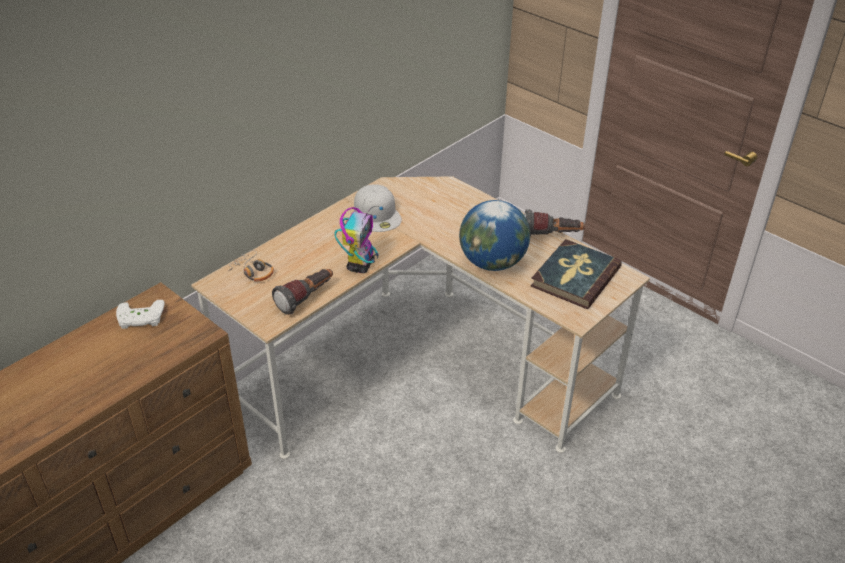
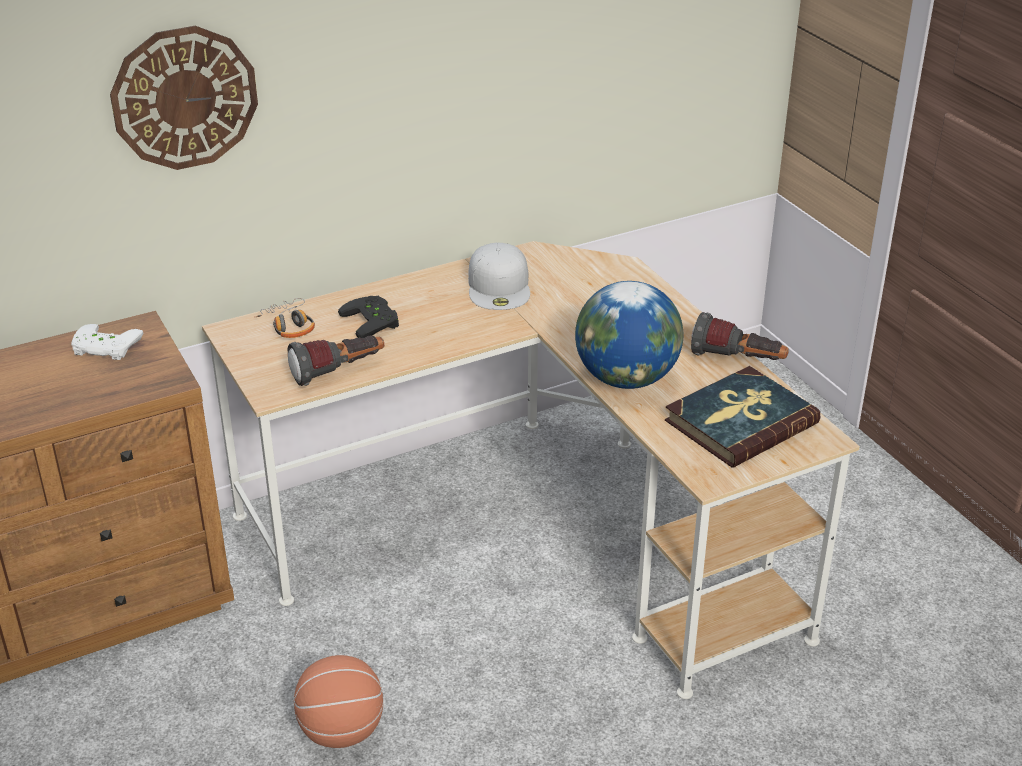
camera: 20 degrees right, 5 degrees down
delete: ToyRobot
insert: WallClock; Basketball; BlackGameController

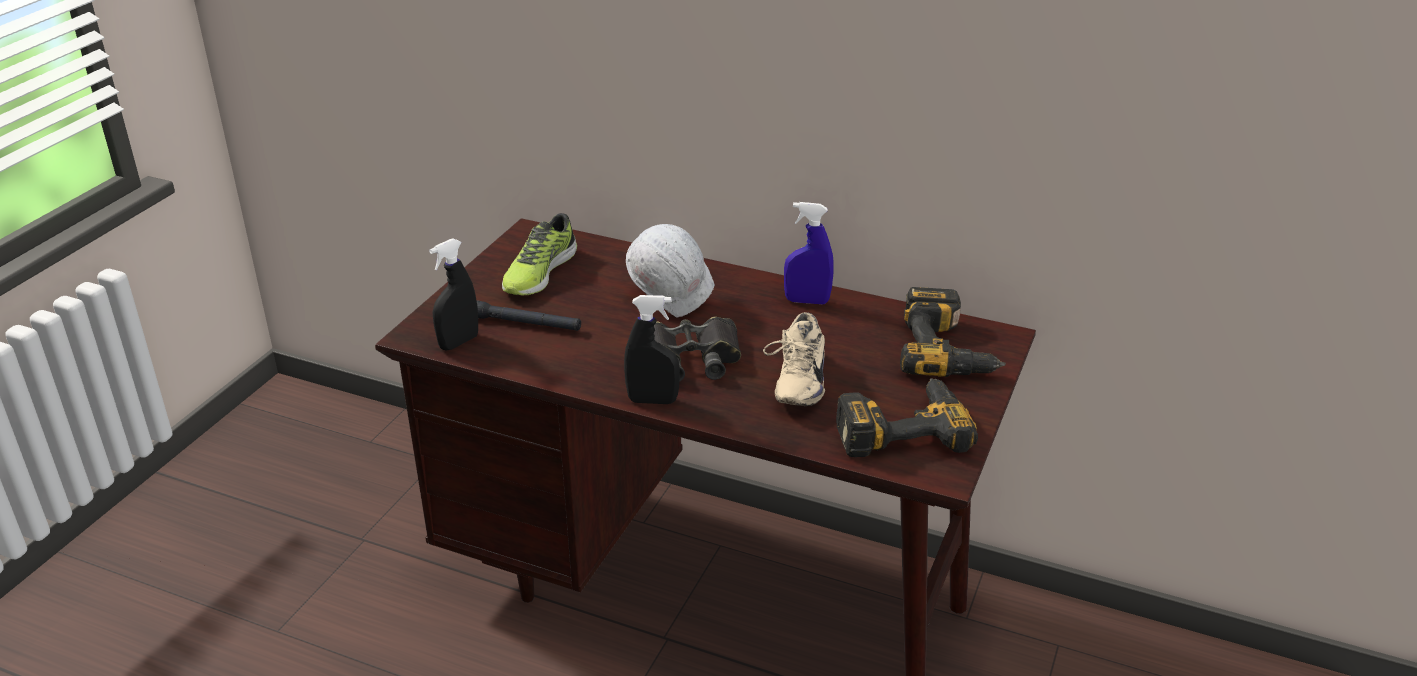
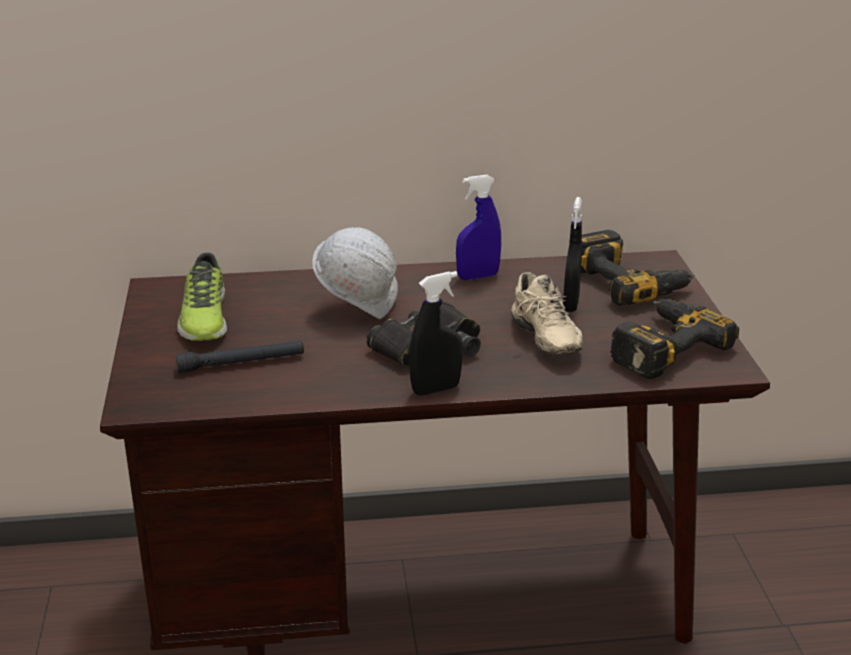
camera: 30 degrees left, 5 degrees down
move: BlackSprayBottle (1st from left in the first image) to BlackSprayBottle (2nd from left)

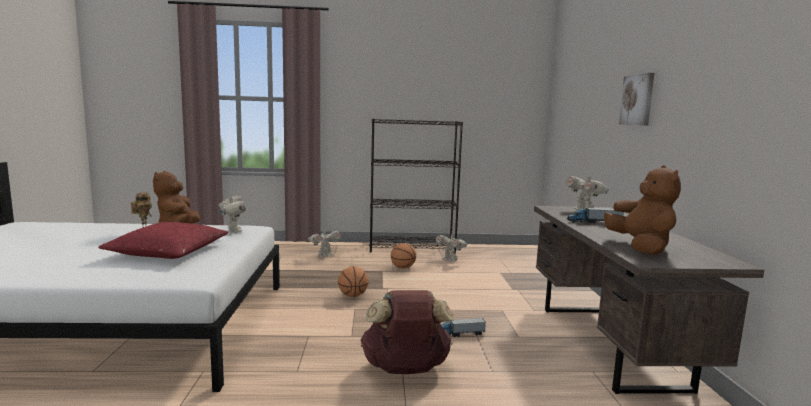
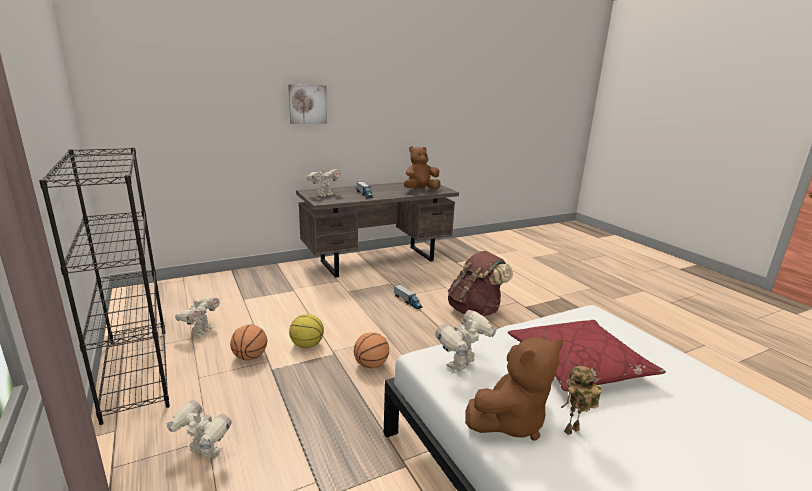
camera: 115 degrees left, 10 degrees up
insert: Basketball (2nd from left)

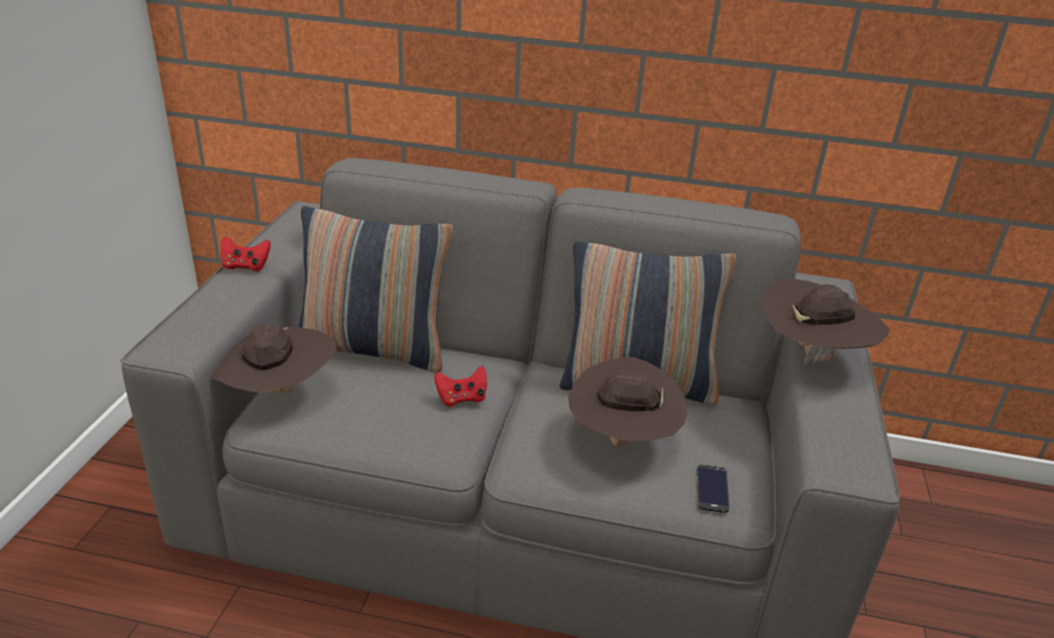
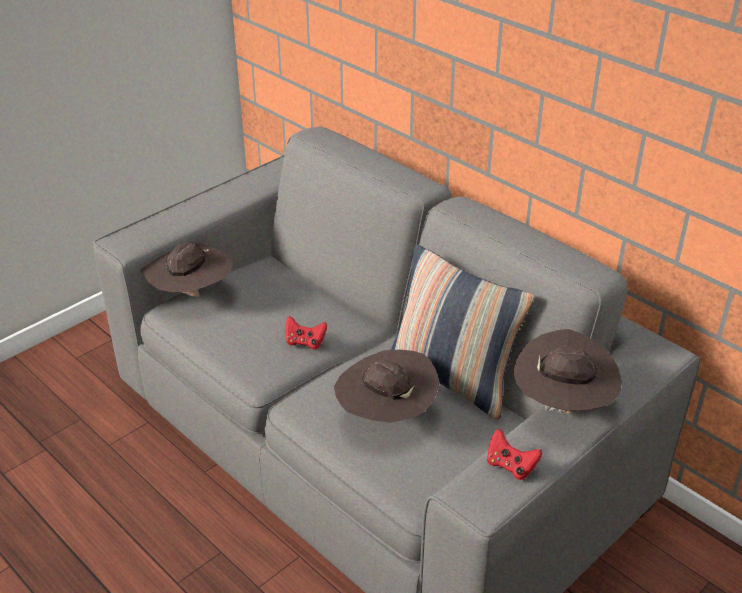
camera: 35 degrees right, 5 degrees up
delete: Pillow (1st from left); Phone
move: RedGameController (1st from left in the first image) to RedGameController (2nd from left)

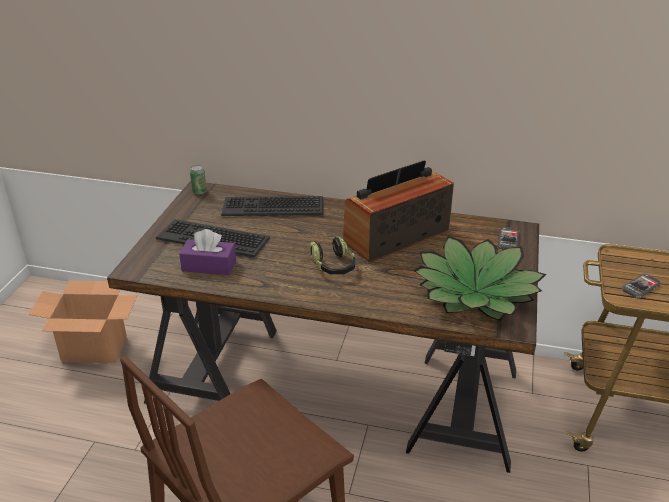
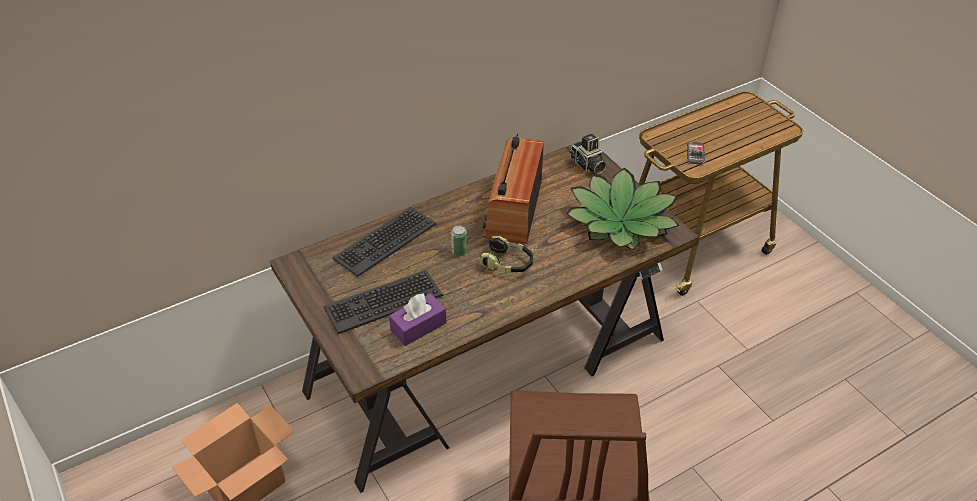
camera: 45 degrees left, 10 degrees up
move: Can
replace: Phone (1st from left) to PhotoCamera

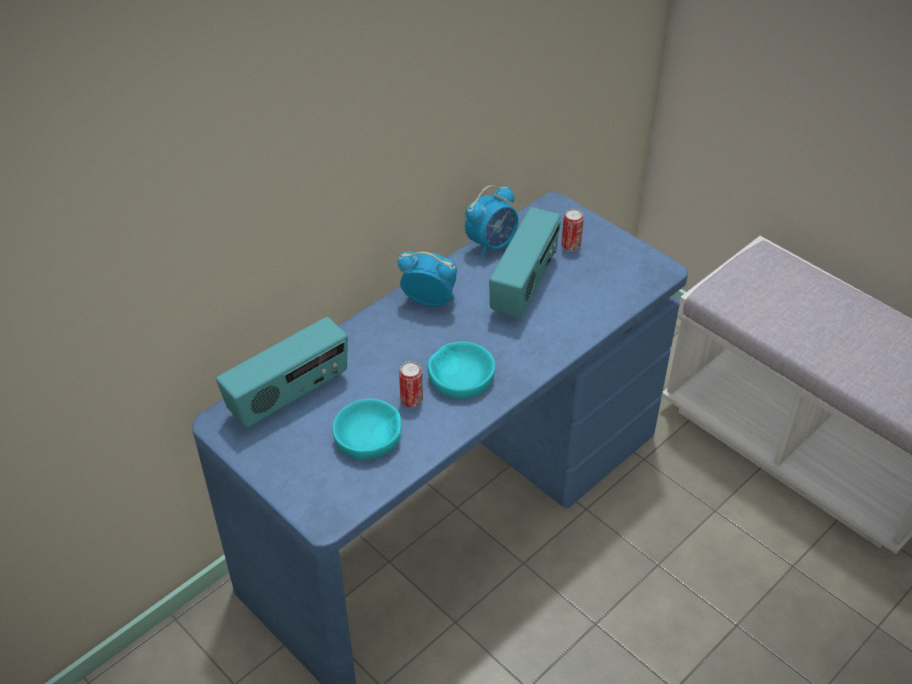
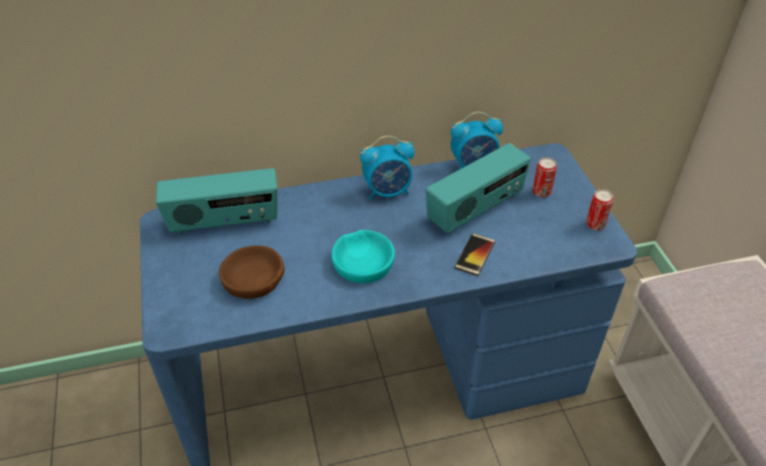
camera: 30 degrees right, 0 degrees up
insert: Phone
move: Can (1st from left in the first image) to Can (2nd from left)
recolor: TurquoiseBowl (1st from left) to BrownBowl
rotate: AlarmClock (1st from left) 120 degrees clockwise

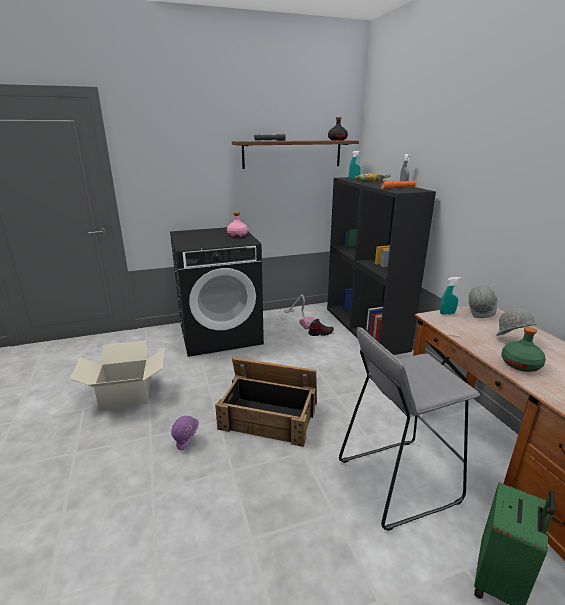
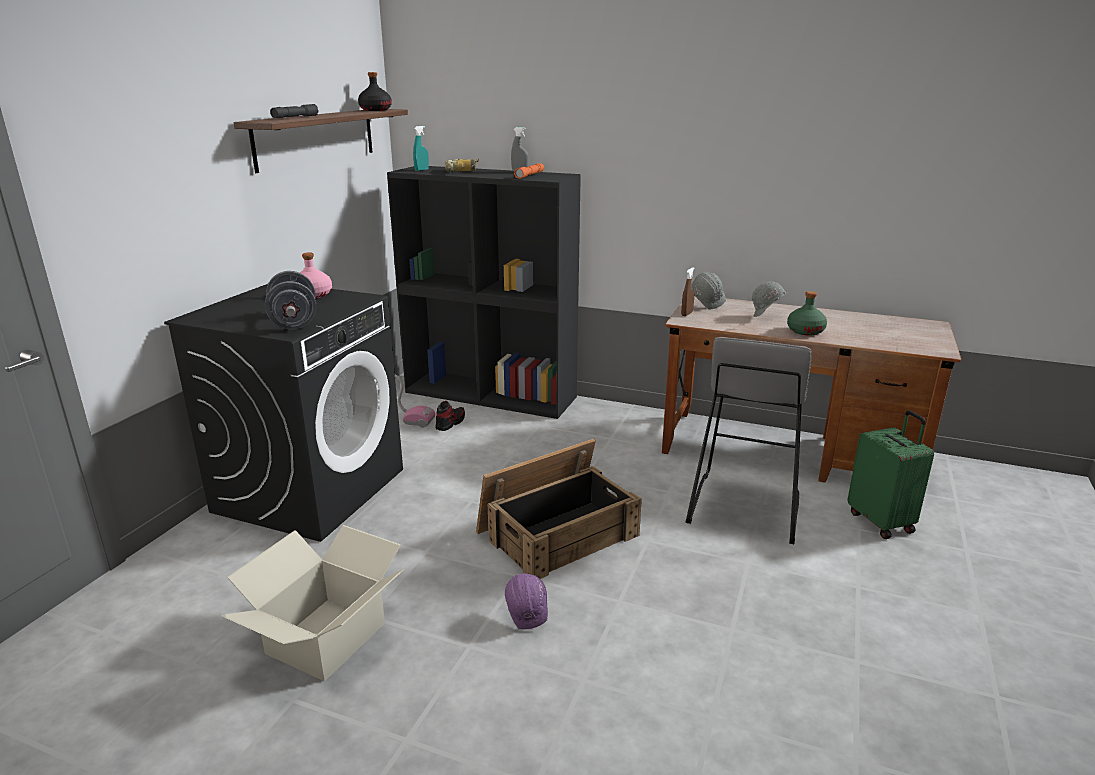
camera: 50 degrees left, 0 degrees up
insert: GreyDumbbell
recolor: TurquoiseSprayBottle (2nd from left) to BrownSprayBottle

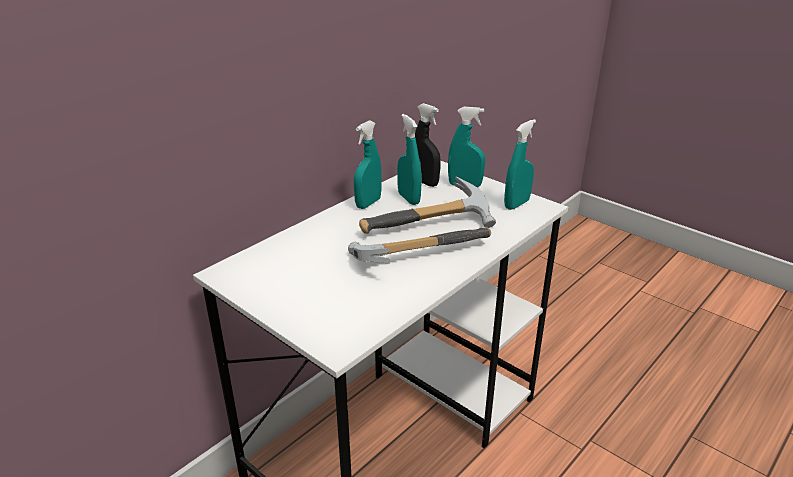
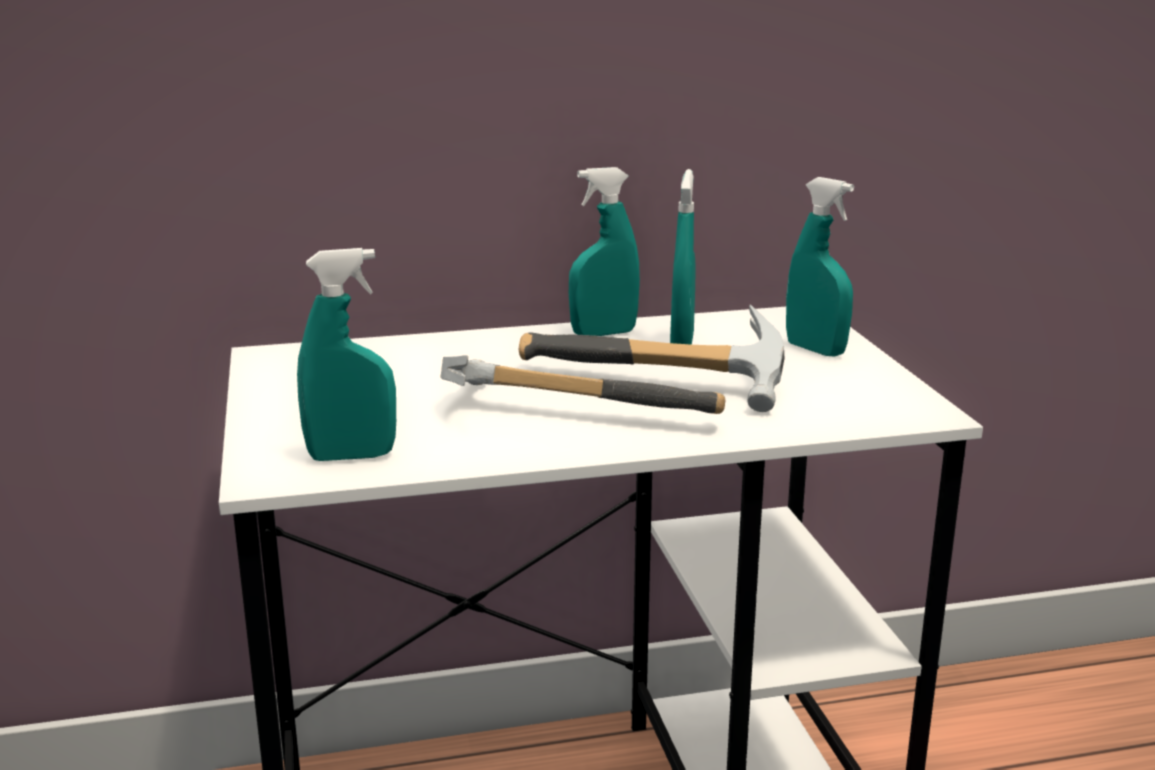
camera: 35 degrees right, 10 degrees down
delete: BlackSprayBottle
move: TurquoiseSprayBottle (4th from left in the first image) to TurquoiseSprayBottle (1st from left)

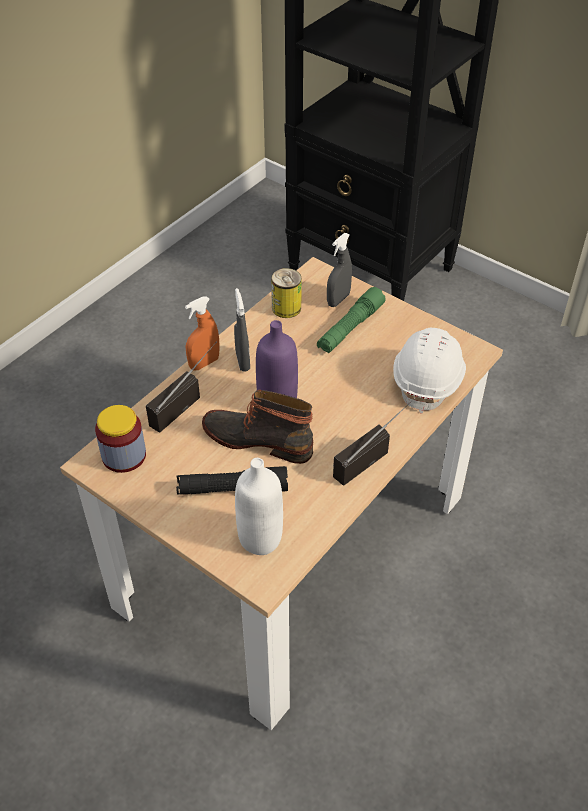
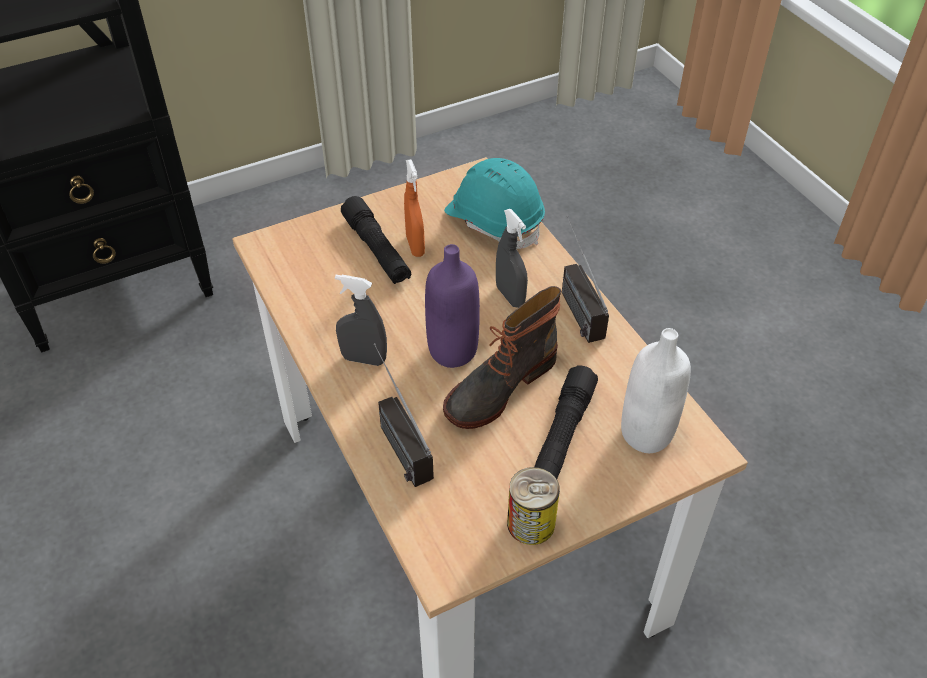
camera: 65 degrees left, 0 degrees up
delete: Jar
move: OrangeSprayBottle; Can; GreySprayBottle (2nd from left)
recolor: GreenFlashlight to BlackFlashlight (1st from left); WhiteHardHat to TurquoiseHardHat

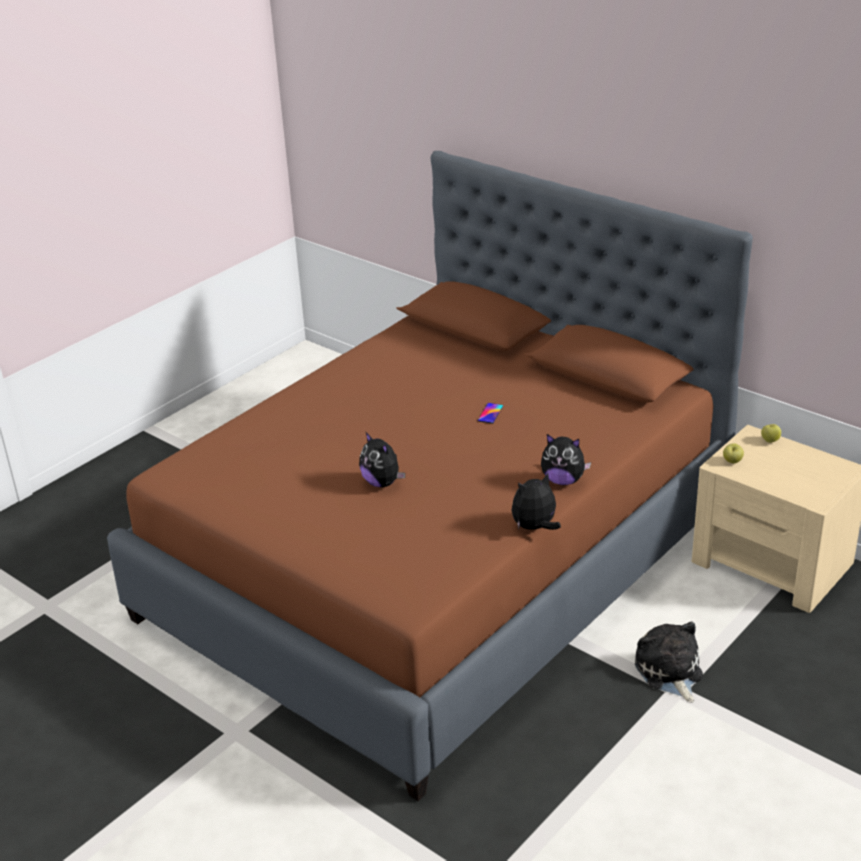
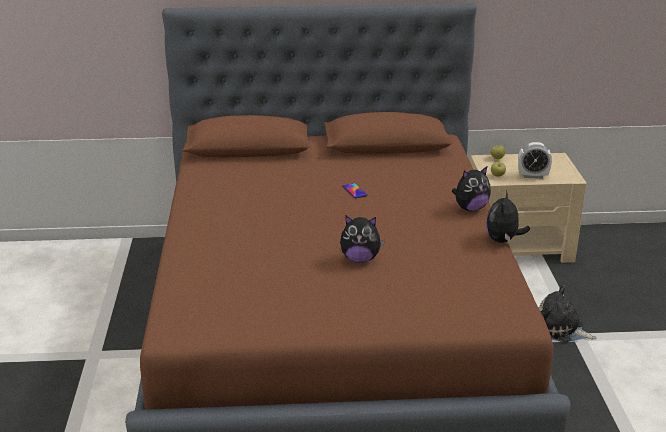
camera: 45 degrees left, 5 degrees down
insert: AlarmClock

